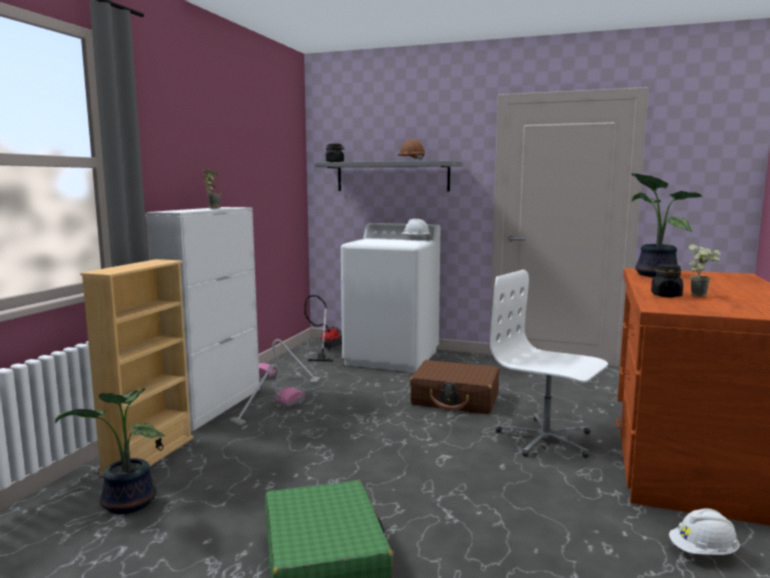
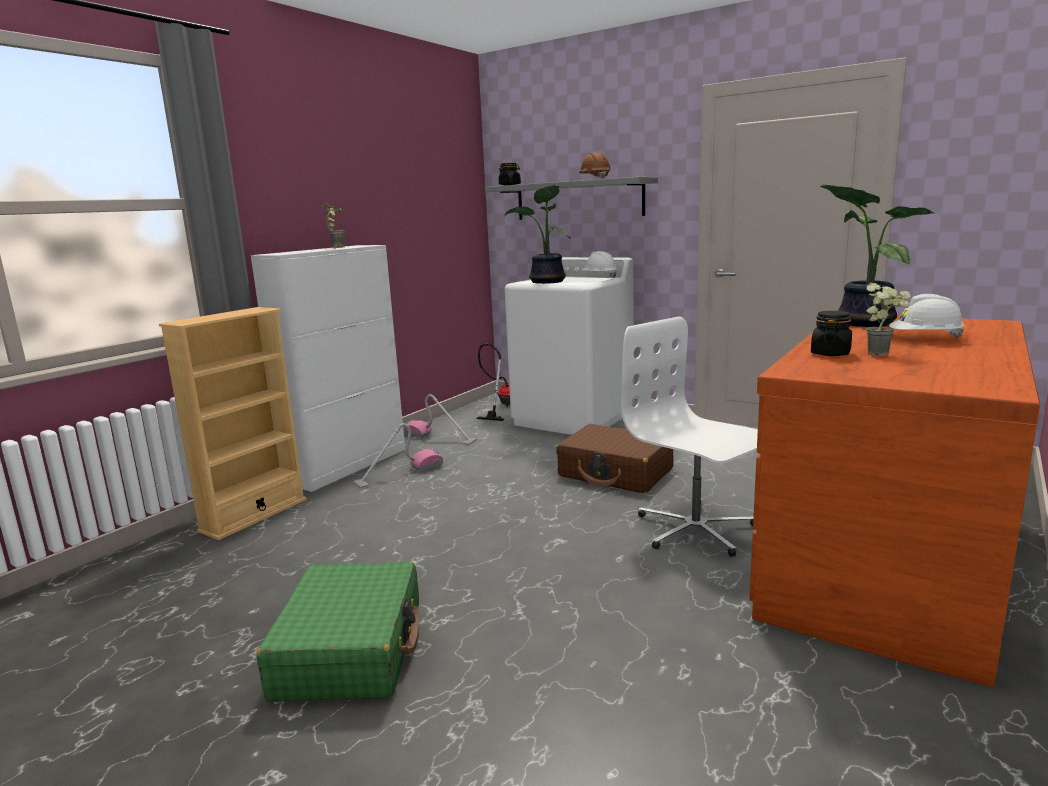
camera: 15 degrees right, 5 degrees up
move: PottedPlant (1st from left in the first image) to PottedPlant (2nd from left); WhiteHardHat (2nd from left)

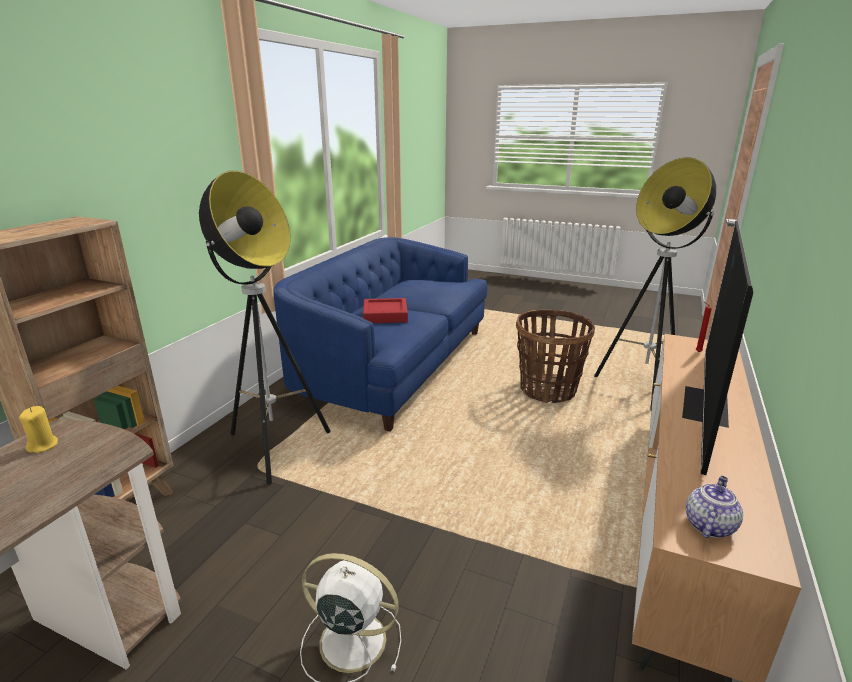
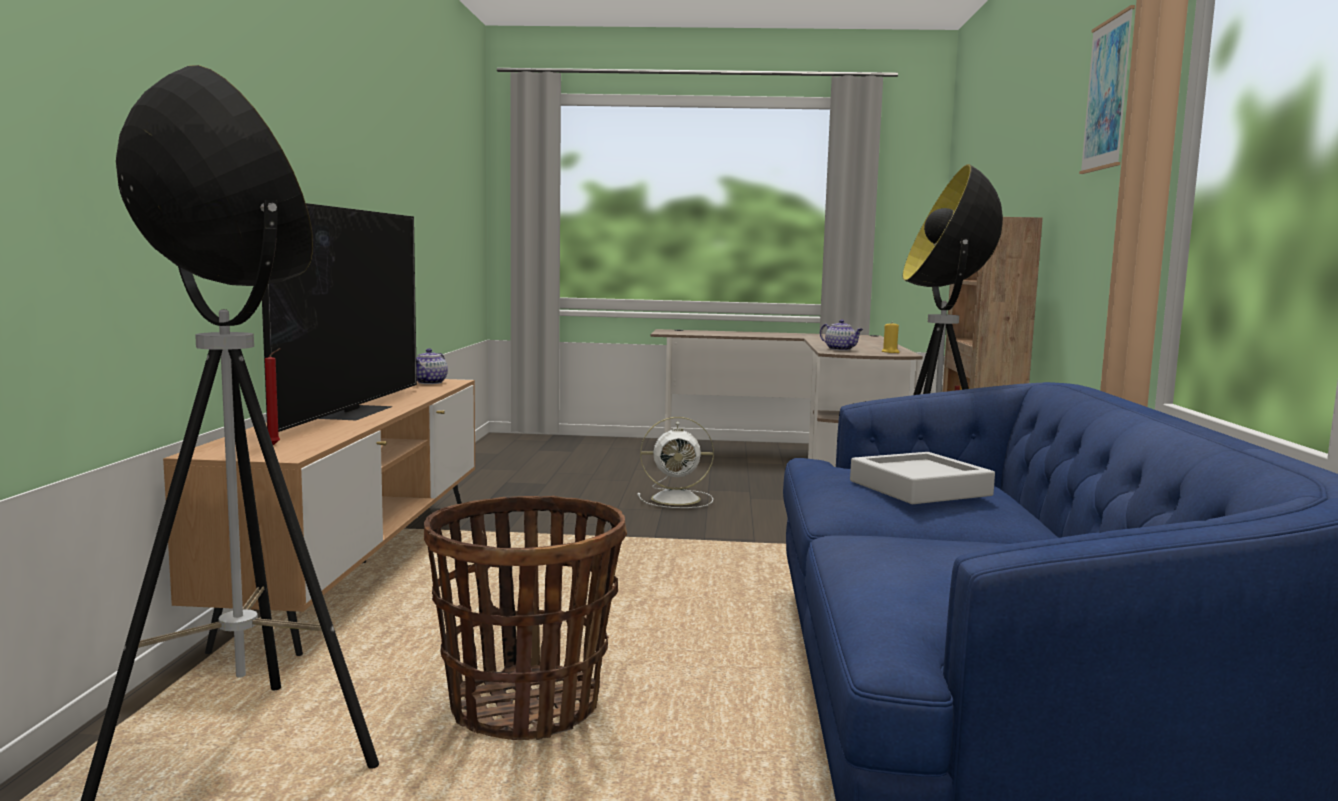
camera: 160 degrees right, 15 degrees down
insert: Teapot (2nd from left); Picture
recolor: RedTray to GreyTray

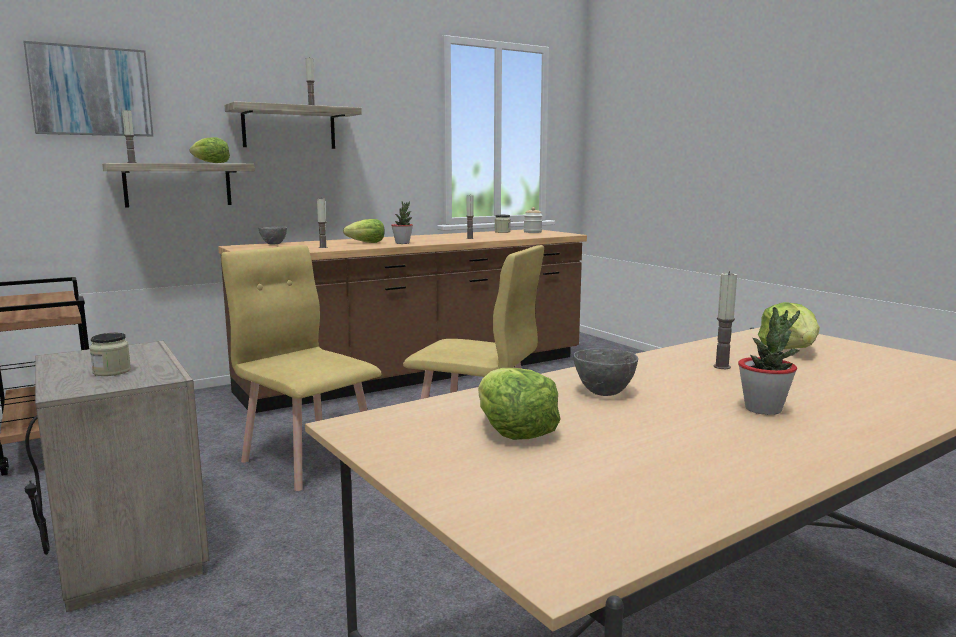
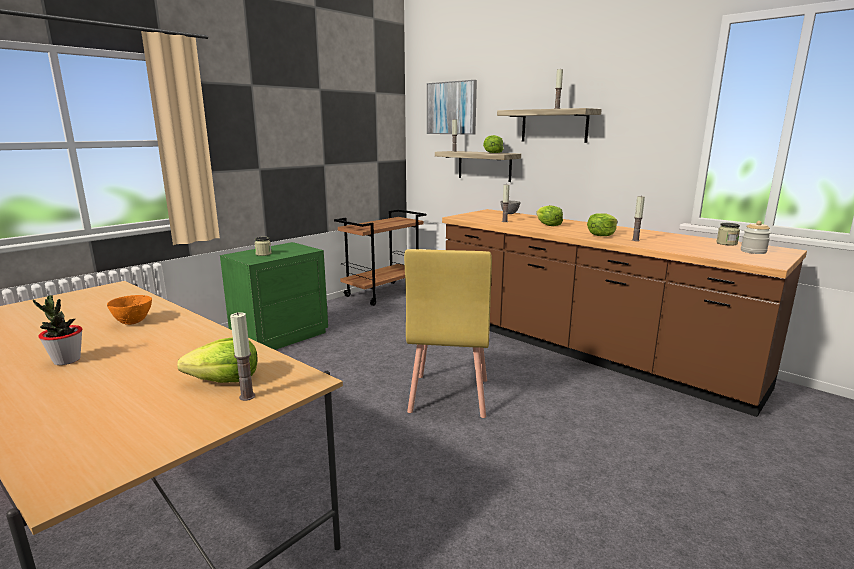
camera: 75 degrees right, 5 degrees up
delete: YellowChair (1st from left); PottedPlant (1st from left)
move: Lettuce (3rd from left in the first image) to Lettuce (4th from left); Candle (5th from left in the first image) to Candle (1st from left)
recolor: BeigeNightstand to GreenNightstand; GreyBowl (2nd from left) to OrangeBowl

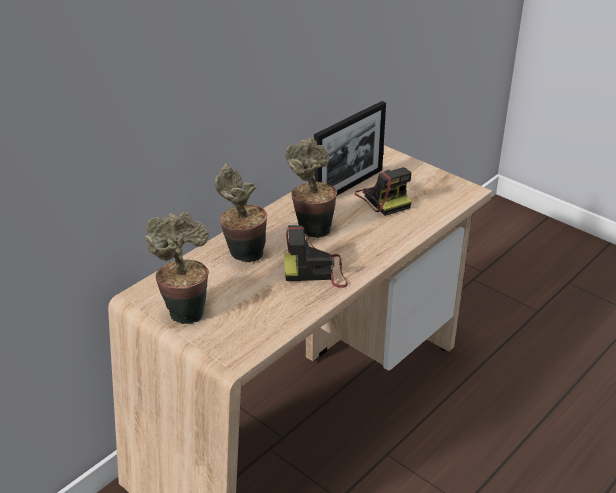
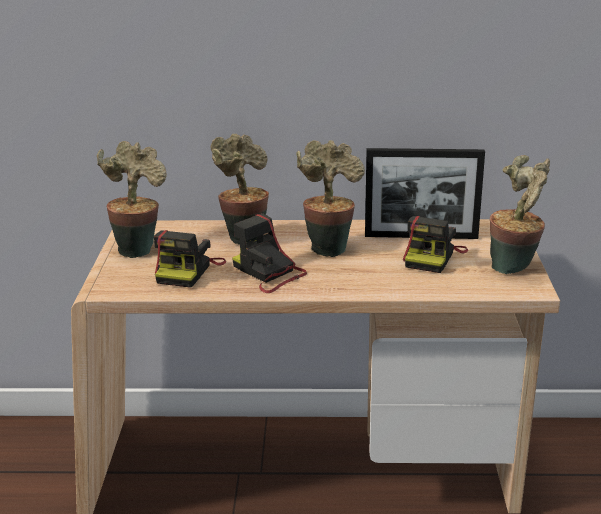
camera: 50 degrees right, 10 degrees down
insert: PhotoCamera (1st from left); PottedPlant (4th from left)

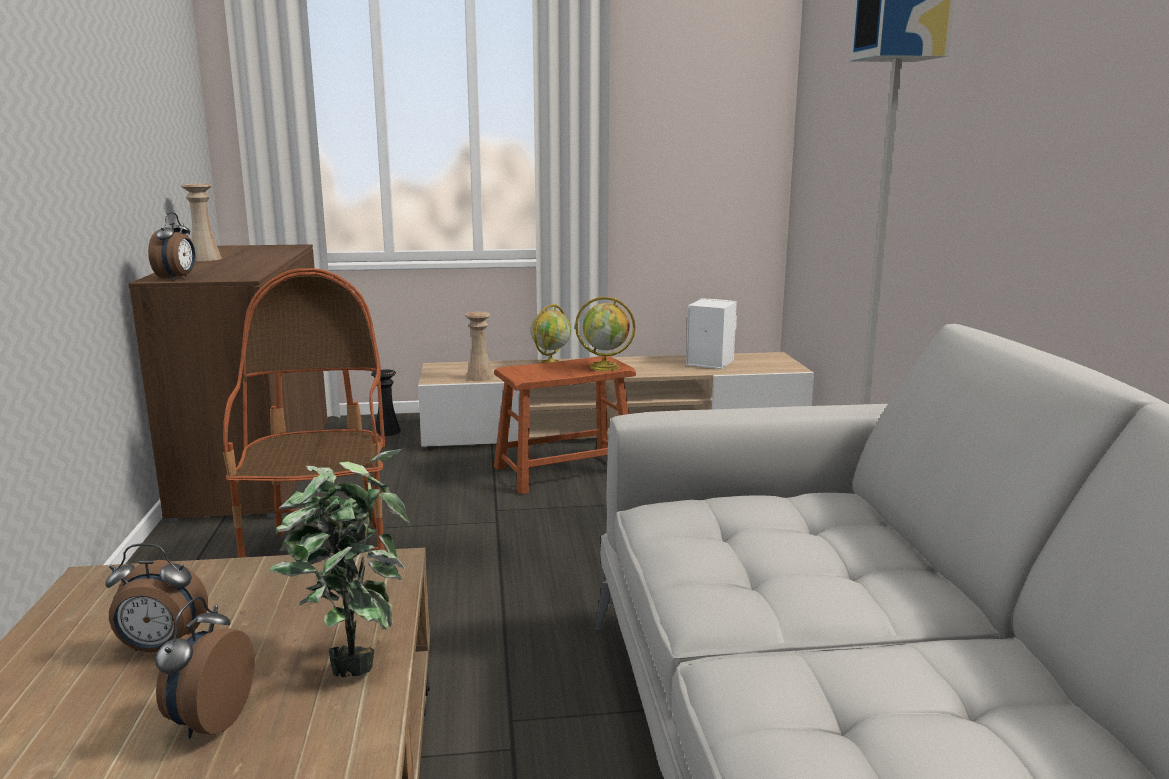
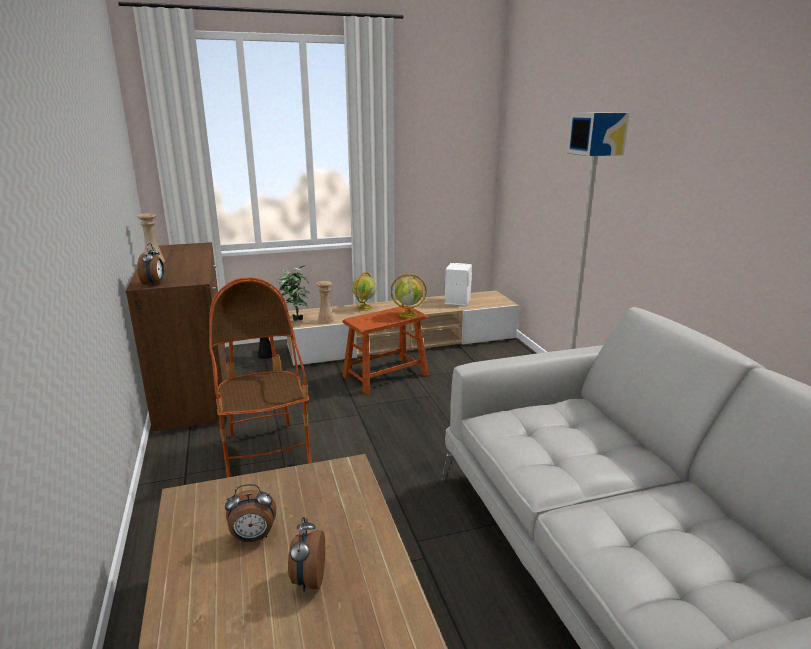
camera: 10 degrees left, 5 degrees up
move: PottedPlant

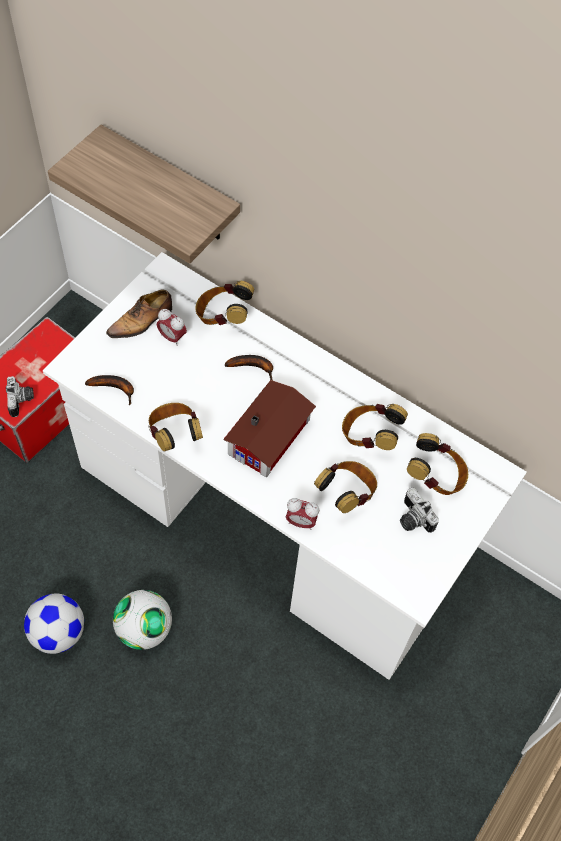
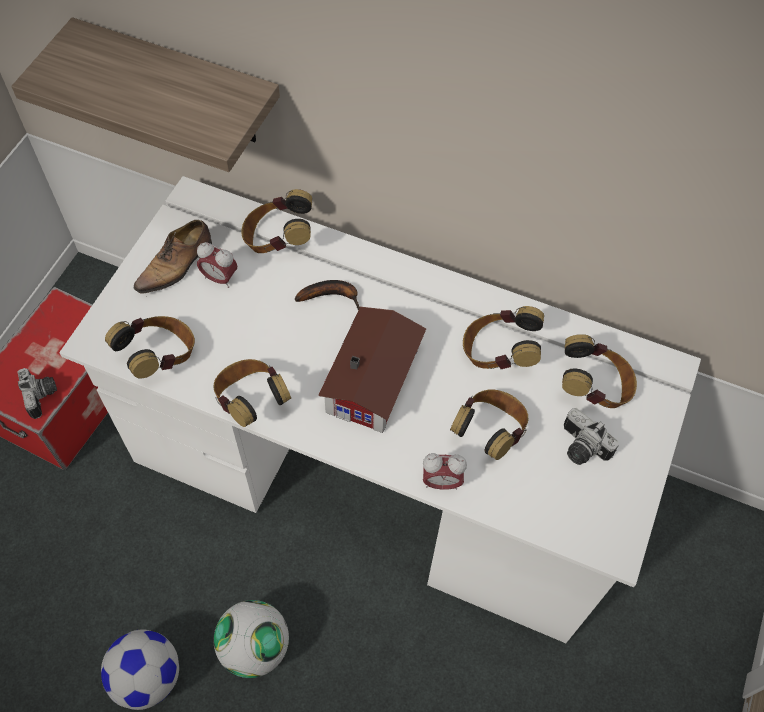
camera: 10 degrees left, 0 degrees up
replace: Banana (1st from left) to Headphones (1st from left)

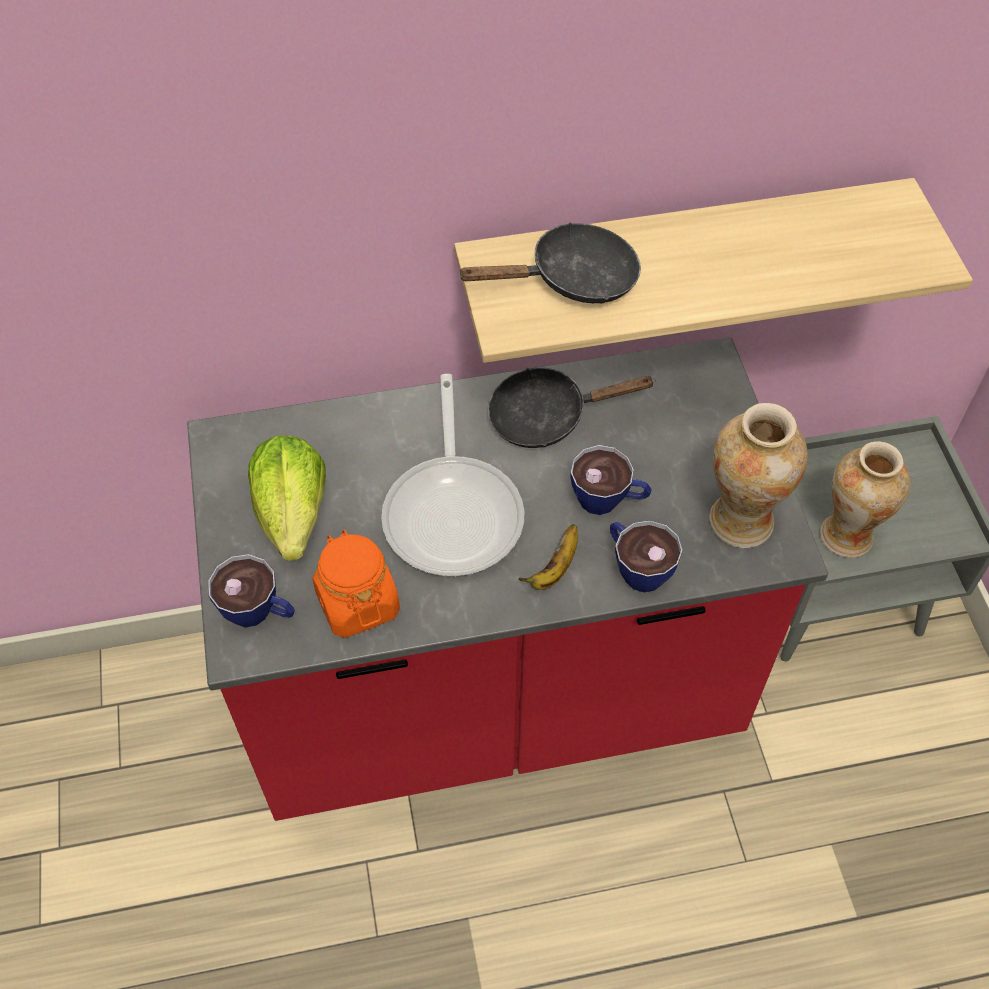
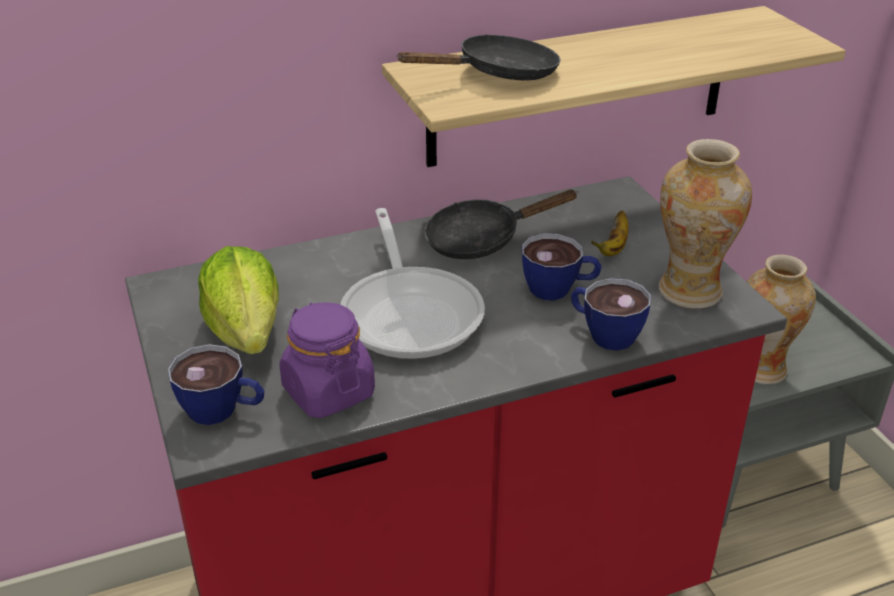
camera: 10 degrees left, 20 degrees down
move: Banana
recolor: OrangeJar to PurpleJar

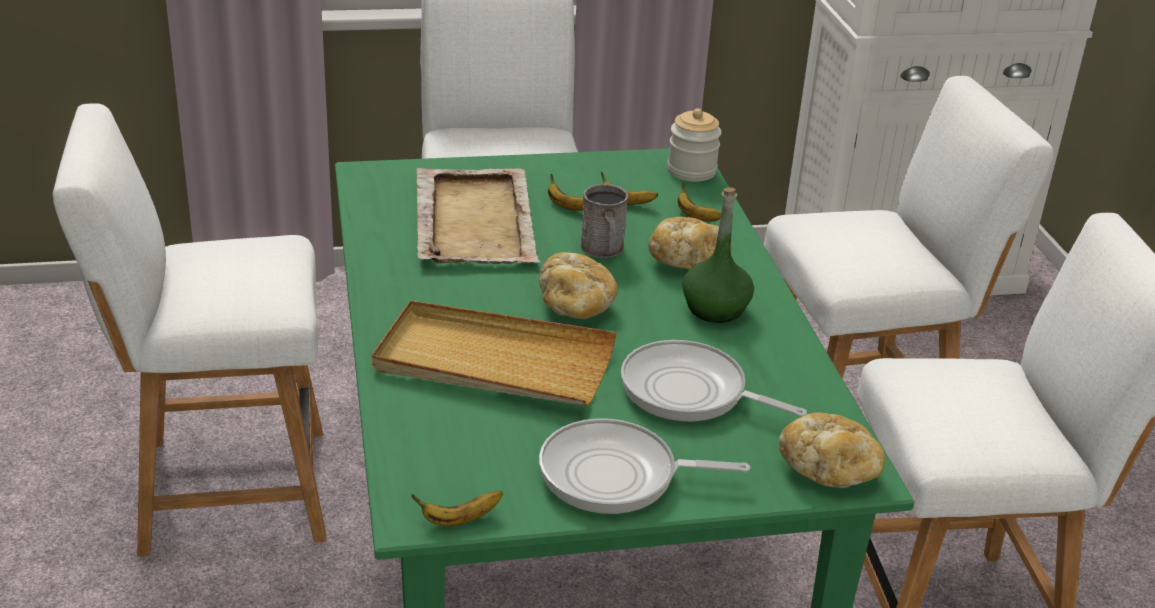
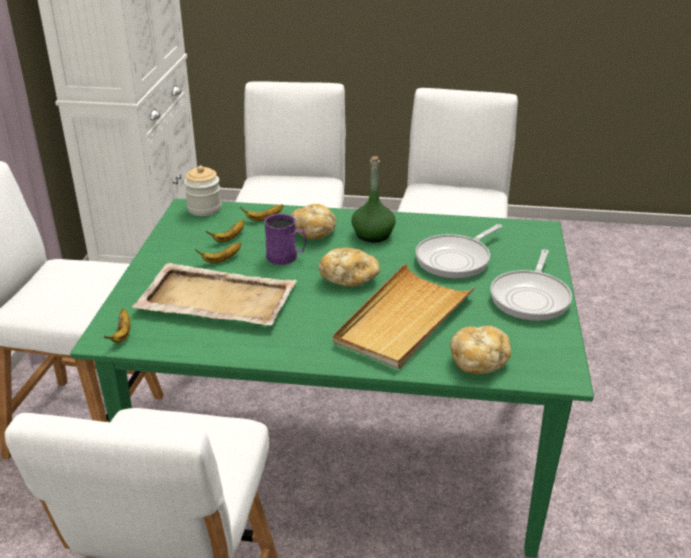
camera: 70 degrees left, 0 degrees up
move: Banana (1st from left); Bread (3rd from left)
recolor: GreyMug to PurpleMug

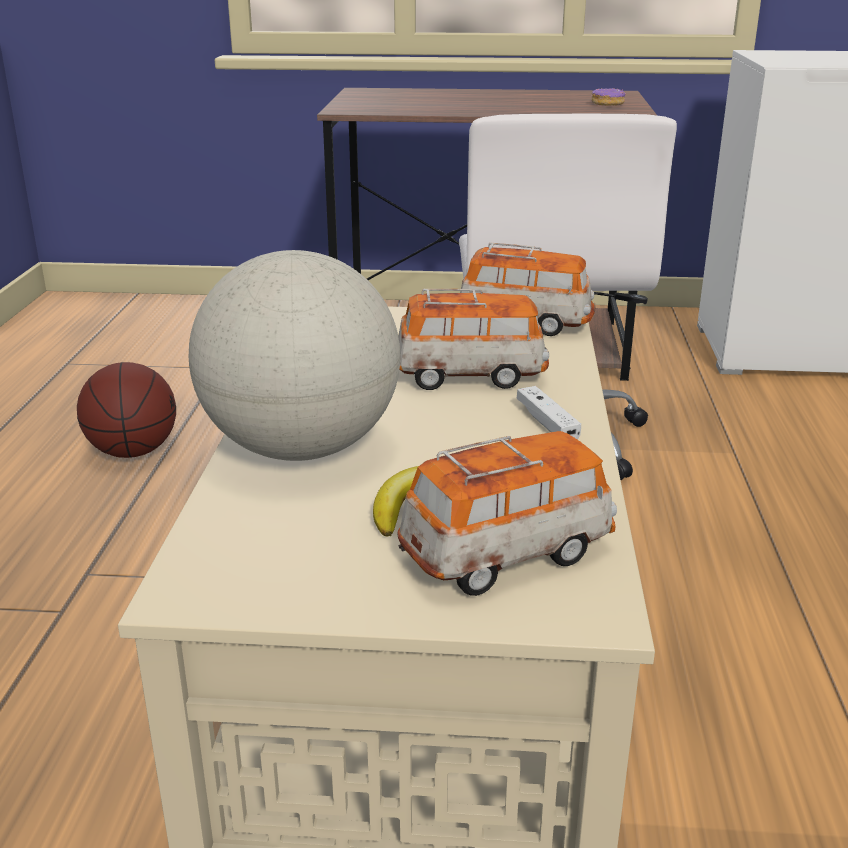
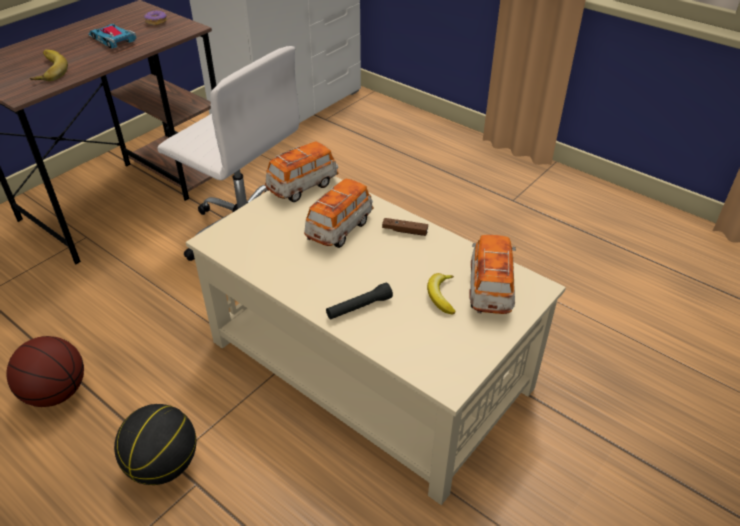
camera: 55 degrees left, 15 degrees up
insert: Banana (1st from left); ToyCar (1st from left); Basketball (2nd from left)
replace: Globe to BlackFlashlight
recolor: WhiteGameController to BrownGameController

